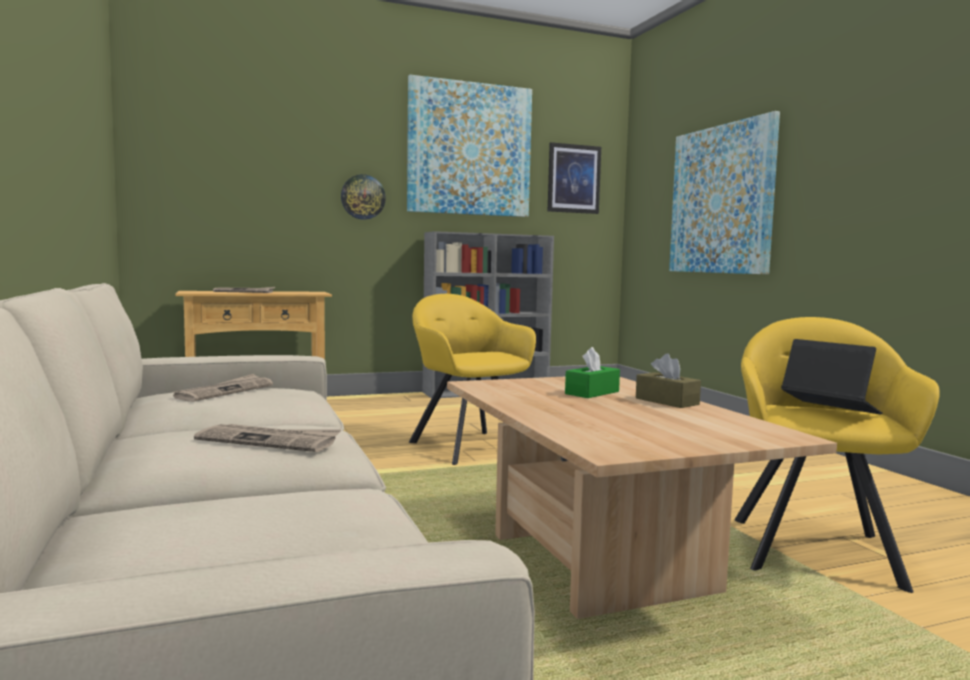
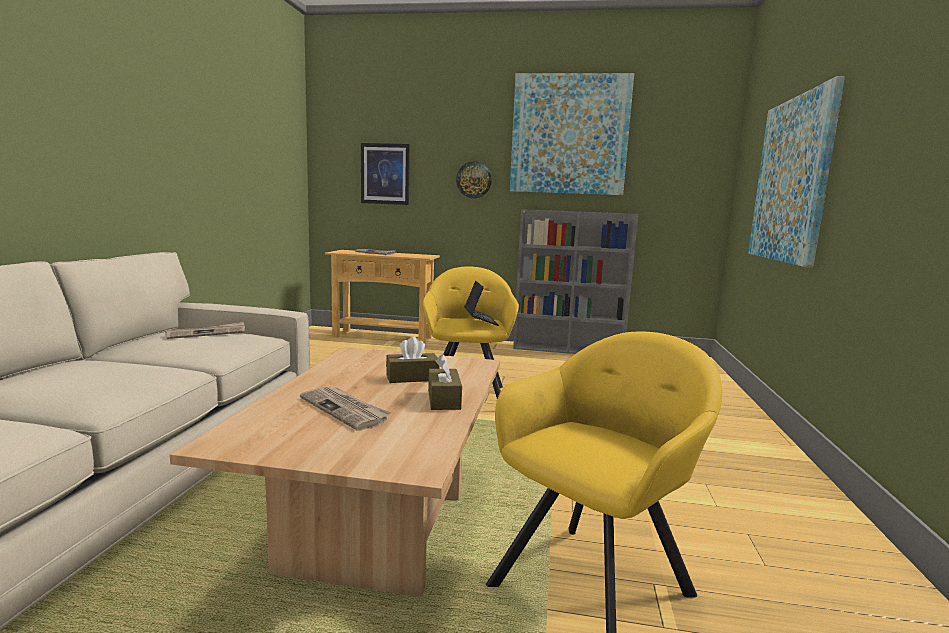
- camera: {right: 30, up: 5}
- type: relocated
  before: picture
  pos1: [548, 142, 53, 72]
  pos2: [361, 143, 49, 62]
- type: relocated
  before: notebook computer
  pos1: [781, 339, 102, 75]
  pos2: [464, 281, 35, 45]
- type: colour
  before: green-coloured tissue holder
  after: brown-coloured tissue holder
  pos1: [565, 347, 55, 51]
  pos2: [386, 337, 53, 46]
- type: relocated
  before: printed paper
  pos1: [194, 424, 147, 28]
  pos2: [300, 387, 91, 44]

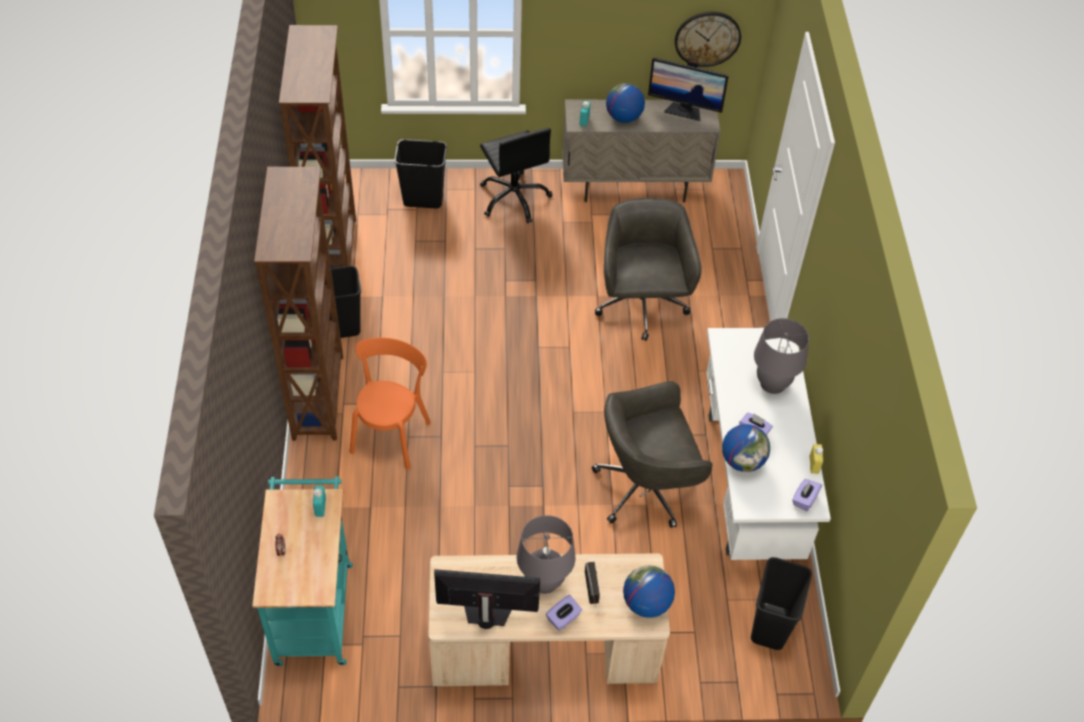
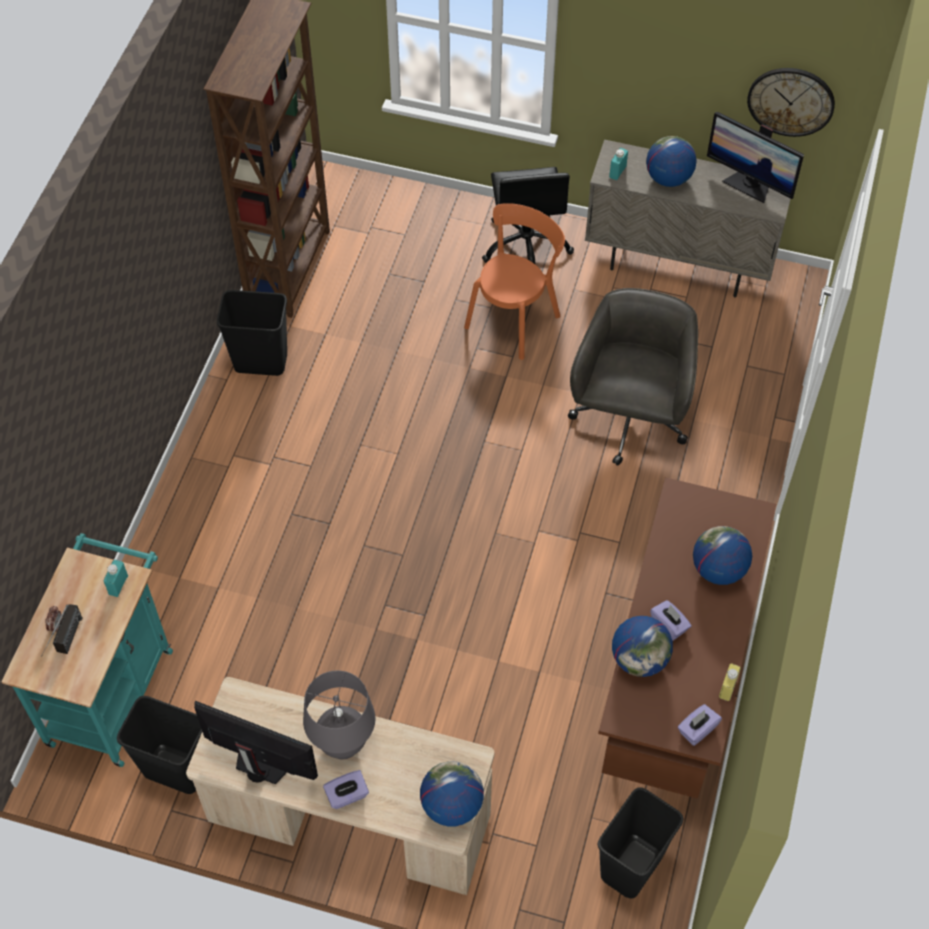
- camera: {right: 20, up: 5}
- type: relocated
  before: blackish rubbish bin
  pos1: [394, 139, 53, 69]
  pos2: [117, 696, 85, 98]
- type: missing
  before: brown-coloured bookcase
  pos1: [254, 167, 89, 274]
- type: exchanged
  before: gray table lamp
  after: desk globe
  pos1: [754, 318, 55, 76]
  pos2: [693, 526, 59, 59]
- type: colour
  before: white desk table
  after: brown-coloured desk table
  pos1: [706, 328, 125, 232]
  pos2: [598, 477, 178, 322]
- type: relocated
  before: orangey upright chair
  pos1: [350, 338, 81, 132]
  pos2: [464, 203, 101, 157]
- type: missing
  before: gray computer chair
  pos1: [592, 381, 120, 147]
- type: relocated
  before: radio set
  pos1: [585, 562, 15, 45]
  pos2: [41, 604, 42, 52]

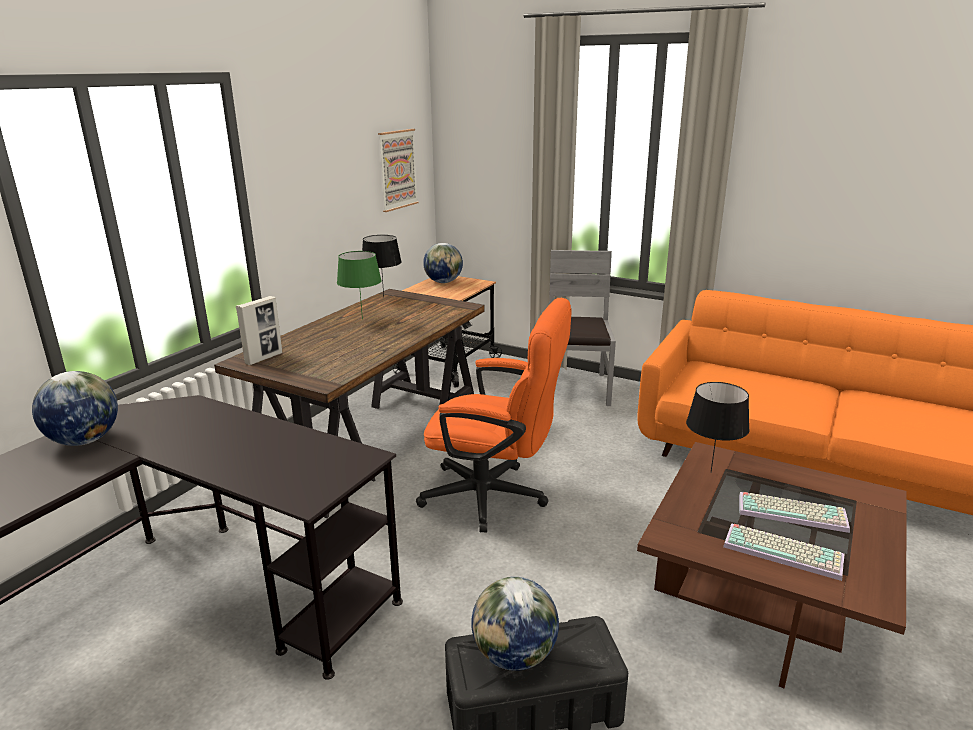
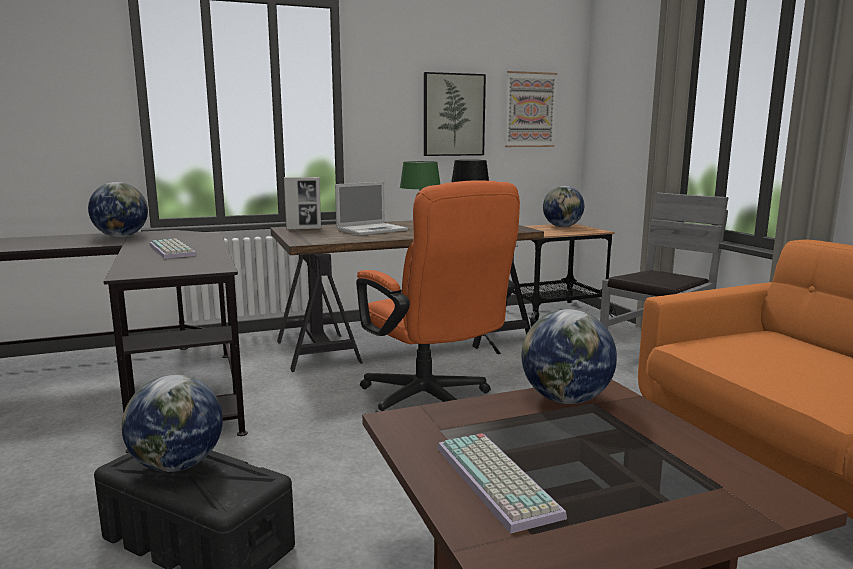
- camera: {right: 40, up: -10}
- type: exchanged
  before: blackish table lamp
  after: desk globe
  pos1: [686, 382, 64, 90]
  pos2: [522, 309, 95, 95]
- type: relocated
  before: keyboard
  pos1: [739, 492, 111, 41]
  pos2: [149, 238, 48, 21]
- type: appeared
  after: picture
  pos2: [424, 72, 62, 84]
- type: appeared
  after: notebook computer
  pos2: [335, 182, 73, 53]

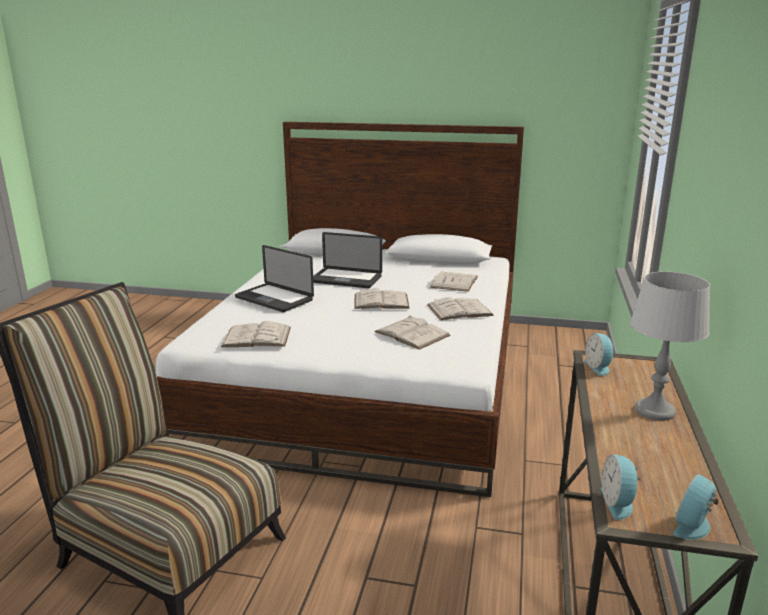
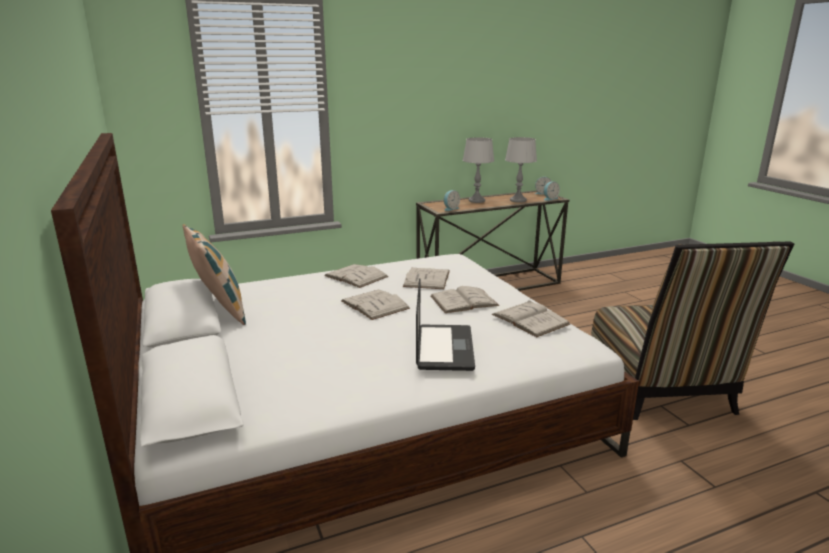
- camera: {right: -125, up: 0}
- type: missing
  before: notebook computer
  pos1: [313, 232, 69, 56]
- type: relocated
  before: white bound book
  pos1: [430, 272, 48, 20]
  pos2: [431, 286, 68, 27]
- type: appeared
  after: gray table lamp
  pos2: [505, 137, 32, 66]
- type: appeared
  after: pillow
  pos2: [182, 224, 64, 101]

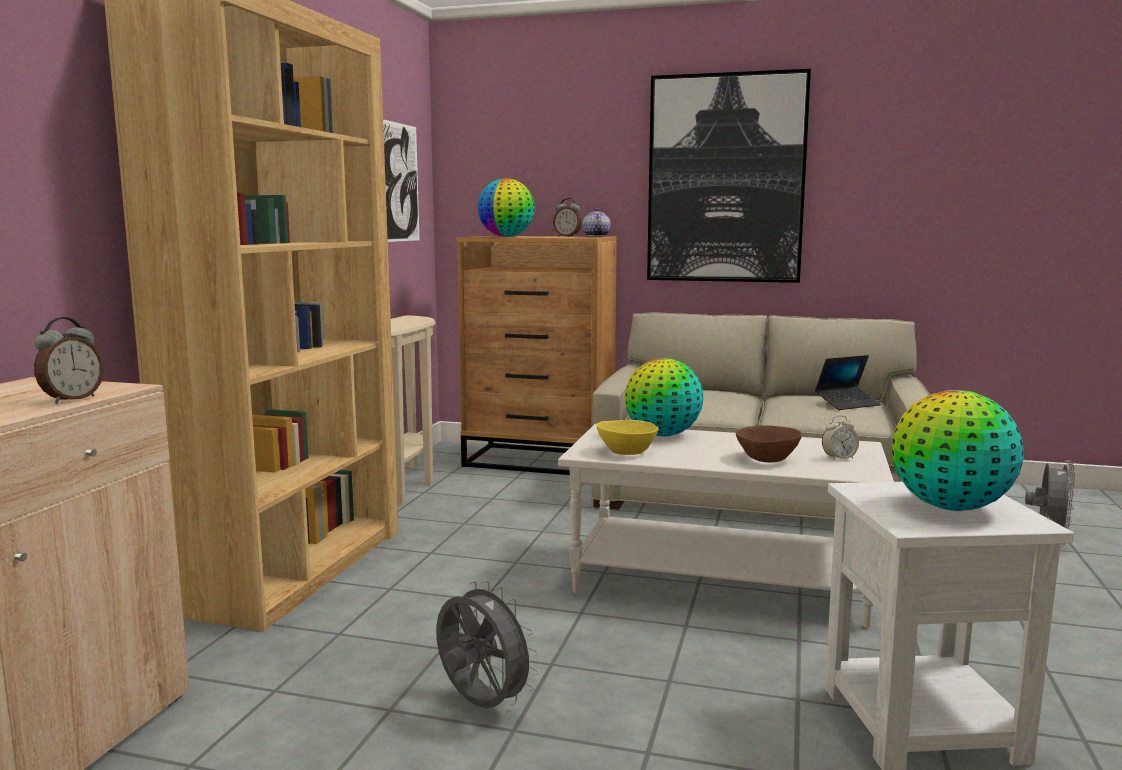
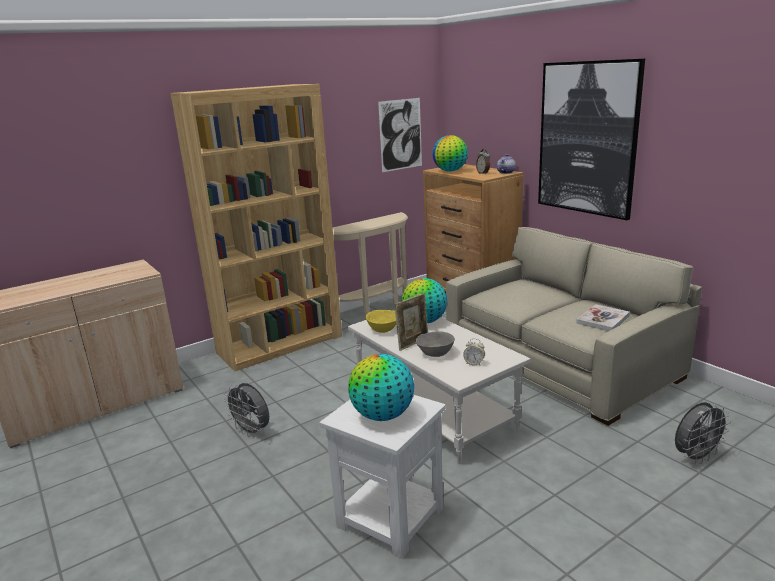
- camera: {right: 40, up: 10}
- type: missing
  before: table clock
  pos1: [34, 317, 70, 87]
- type: exchanged
  before: notebook computer
  after: bound book
  pos1: [815, 355, 66, 55]
  pos2: [576, 304, 54, 27]
- type: colour
  before: brown-coloured deep dish
  after: gray deep dish
  pos1: [736, 425, 66, 37]
  pos2: [416, 331, 39, 26]
- type: spun
  before: gray cooling fan
  pos1: [436, 580, 103, 128]
  pos2: [223, 383, 46, 54]
  turn: 135
- type: appeared
  after: picture frame
  pos2: [395, 293, 33, 58]

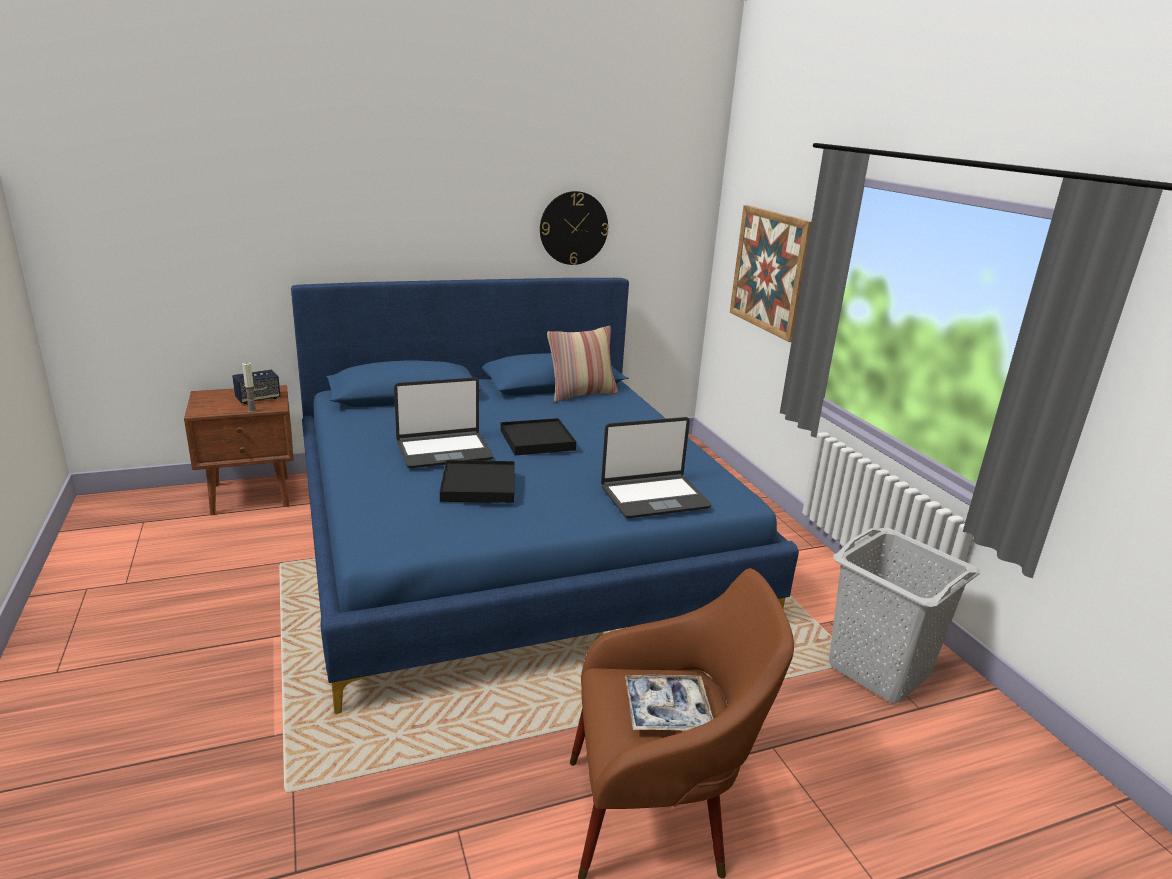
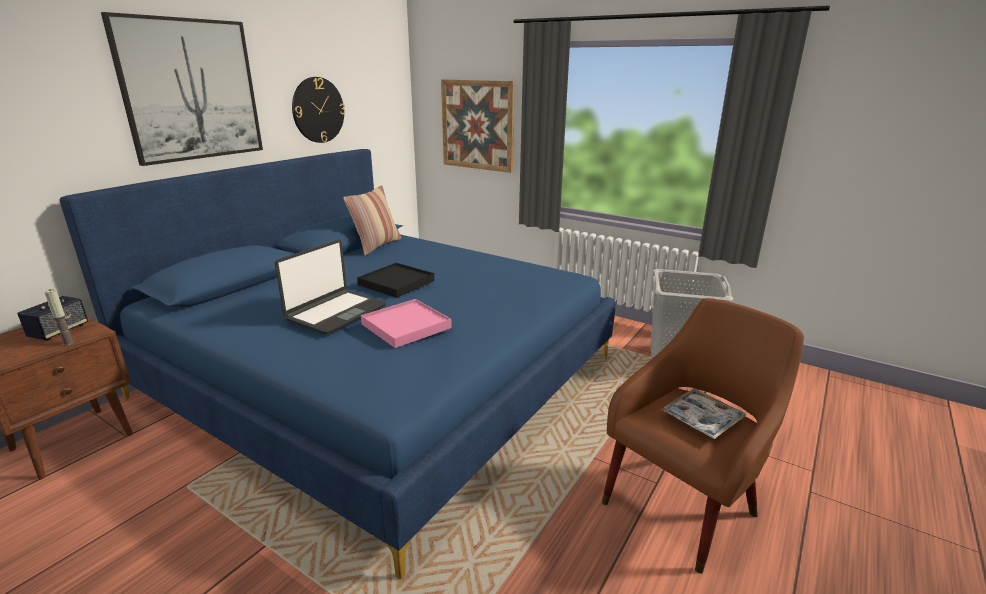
- camera: {right: -35, up: 0}
- type: missing
  before: notebook computer
  pos1: [601, 417, 111, 101]
- type: colour
  before: blackish serving tray
  after: pink serving tray
  pos1: [440, 460, 75, 43]
  pos2: [361, 299, 91, 49]
- type: appeared
  after: picture
  pos2: [101, 12, 162, 154]

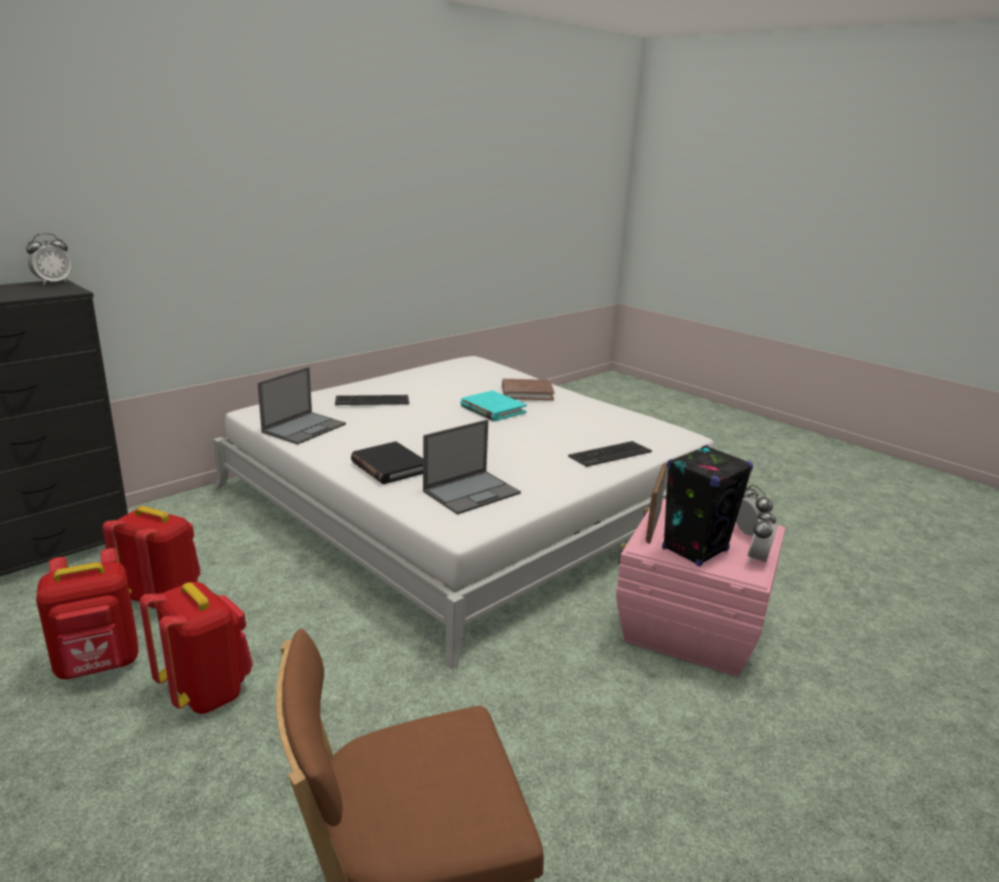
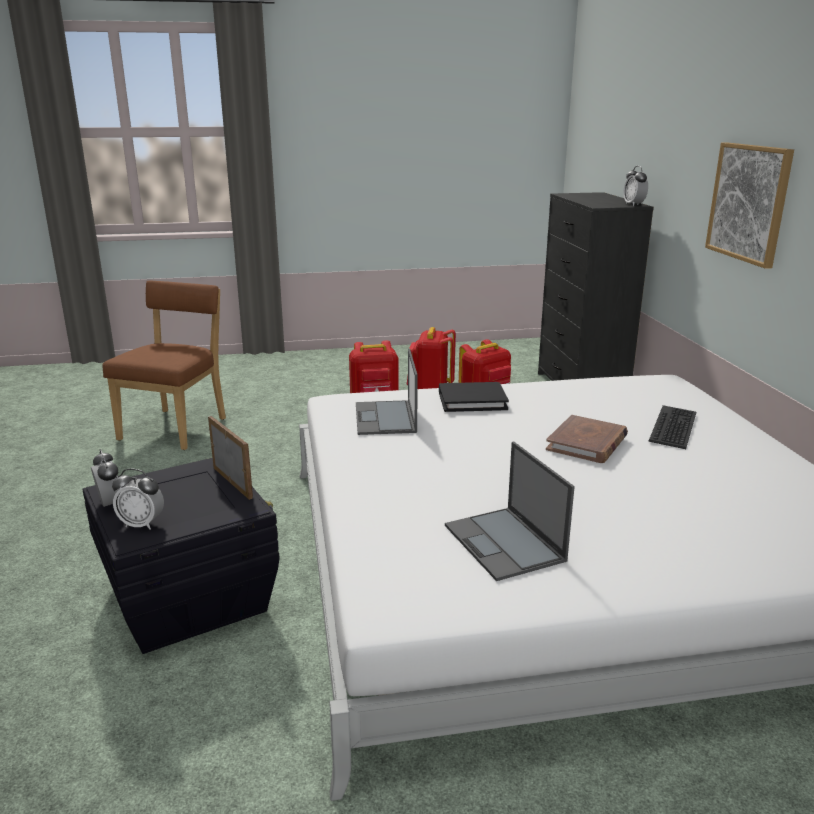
- camera: {right: 125, up: 0}
- type: relocated
  before: notebook computer
  pos1: [258, 367, 88, 78]
  pos2: [445, 442, 130, 139]
- type: relocated
  before: brown-coloured bound book
  pos1: [502, 379, 53, 21]
  pos2: [546, 415, 82, 48]
- type: missing
  before: turquoise-coloured bound book
  pos1: [460, 390, 67, 31]
- type: missing
  before: keyboard
  pos1: [568, 441, 84, 26]
- type: missing
  before: blackish audio speaker
  pos1: [662, 445, 91, 122]
- type: colour
  before: pink storage bin
  after: blackish storage bin
  pos1: [616, 499, 169, 178]
  pos2: [82, 458, 198, 196]
- type: appeared
  after: picture
  pos2: [705, 142, 89, 127]

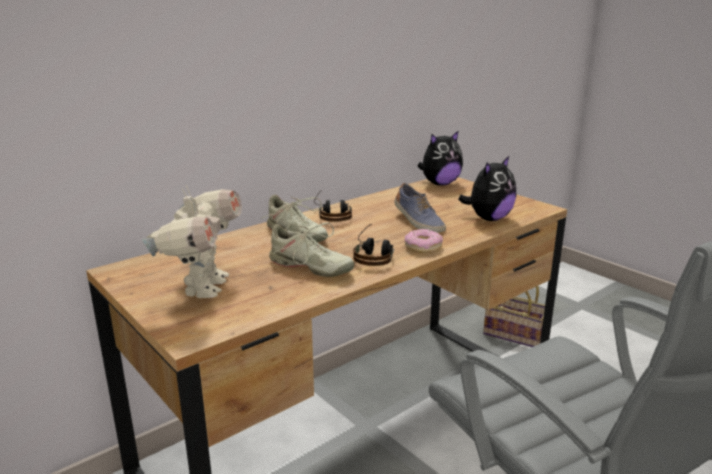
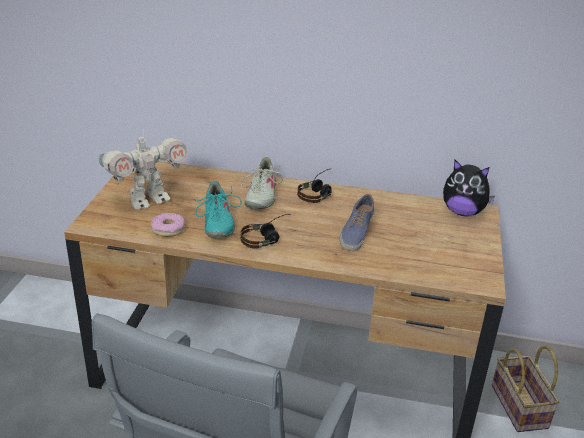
- camera: {right: 50, up: 10}
- type: missing
  before: cuddly toy
  pos1: [458, 156, 58, 65]
- type: colour
  before: beige-coloured shoe
  after: turquoise-coloured shoe
  pos1: [269, 222, 85, 55]
  pos2: [190, 180, 52, 58]
- type: relocated
  before: donut
  pos1: [405, 229, 38, 24]
  pos2: [151, 213, 34, 24]

